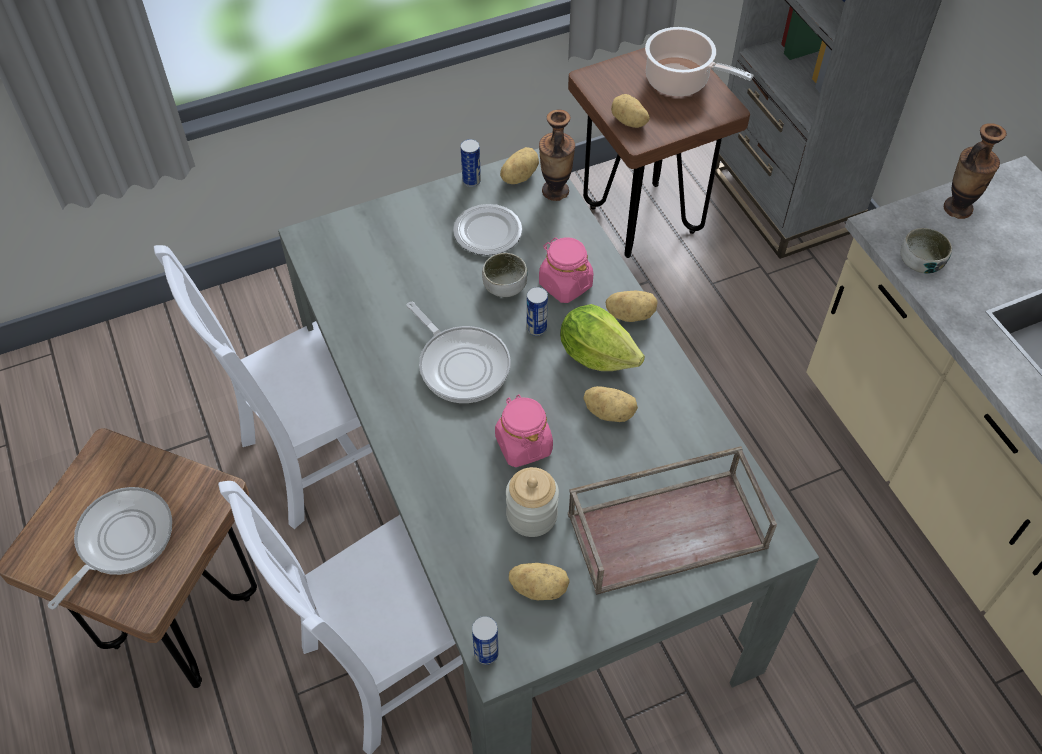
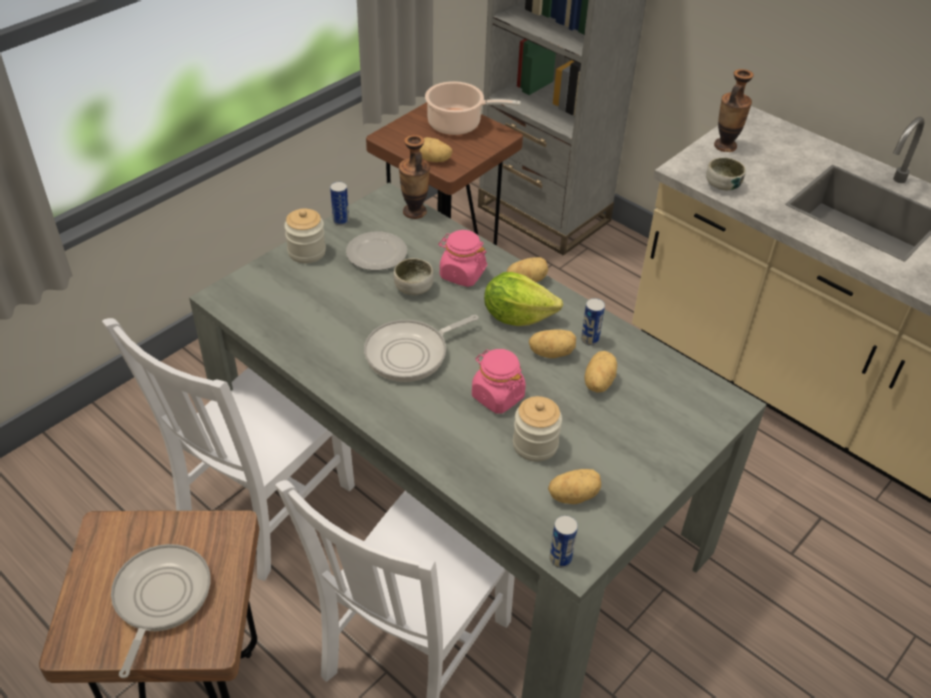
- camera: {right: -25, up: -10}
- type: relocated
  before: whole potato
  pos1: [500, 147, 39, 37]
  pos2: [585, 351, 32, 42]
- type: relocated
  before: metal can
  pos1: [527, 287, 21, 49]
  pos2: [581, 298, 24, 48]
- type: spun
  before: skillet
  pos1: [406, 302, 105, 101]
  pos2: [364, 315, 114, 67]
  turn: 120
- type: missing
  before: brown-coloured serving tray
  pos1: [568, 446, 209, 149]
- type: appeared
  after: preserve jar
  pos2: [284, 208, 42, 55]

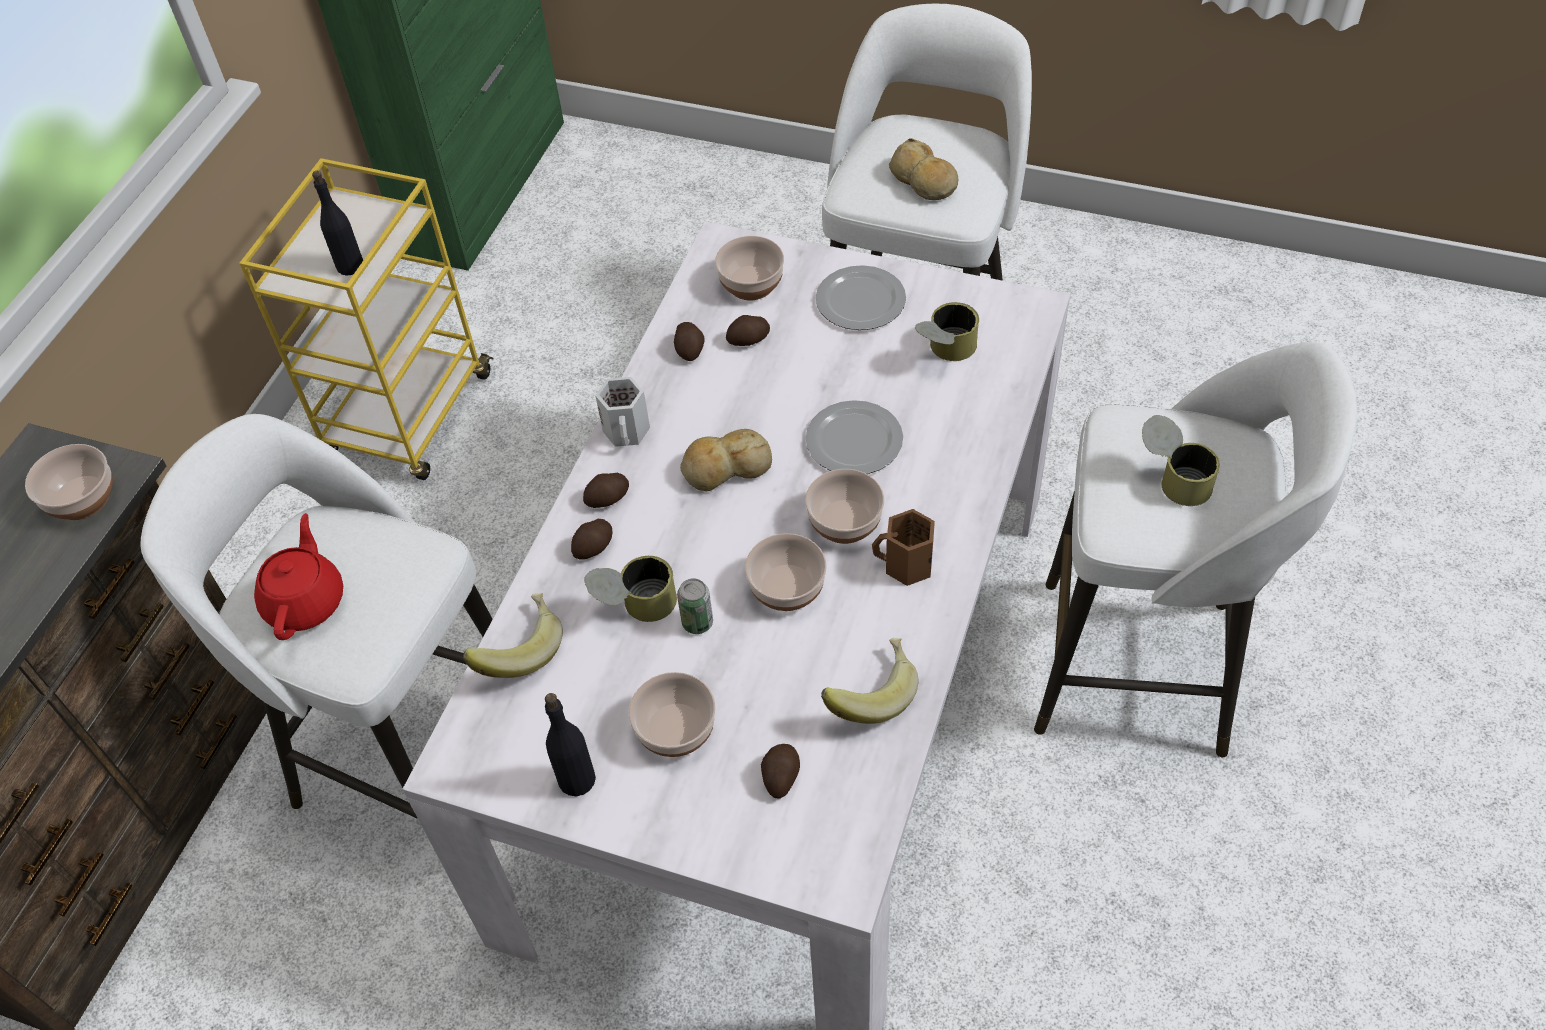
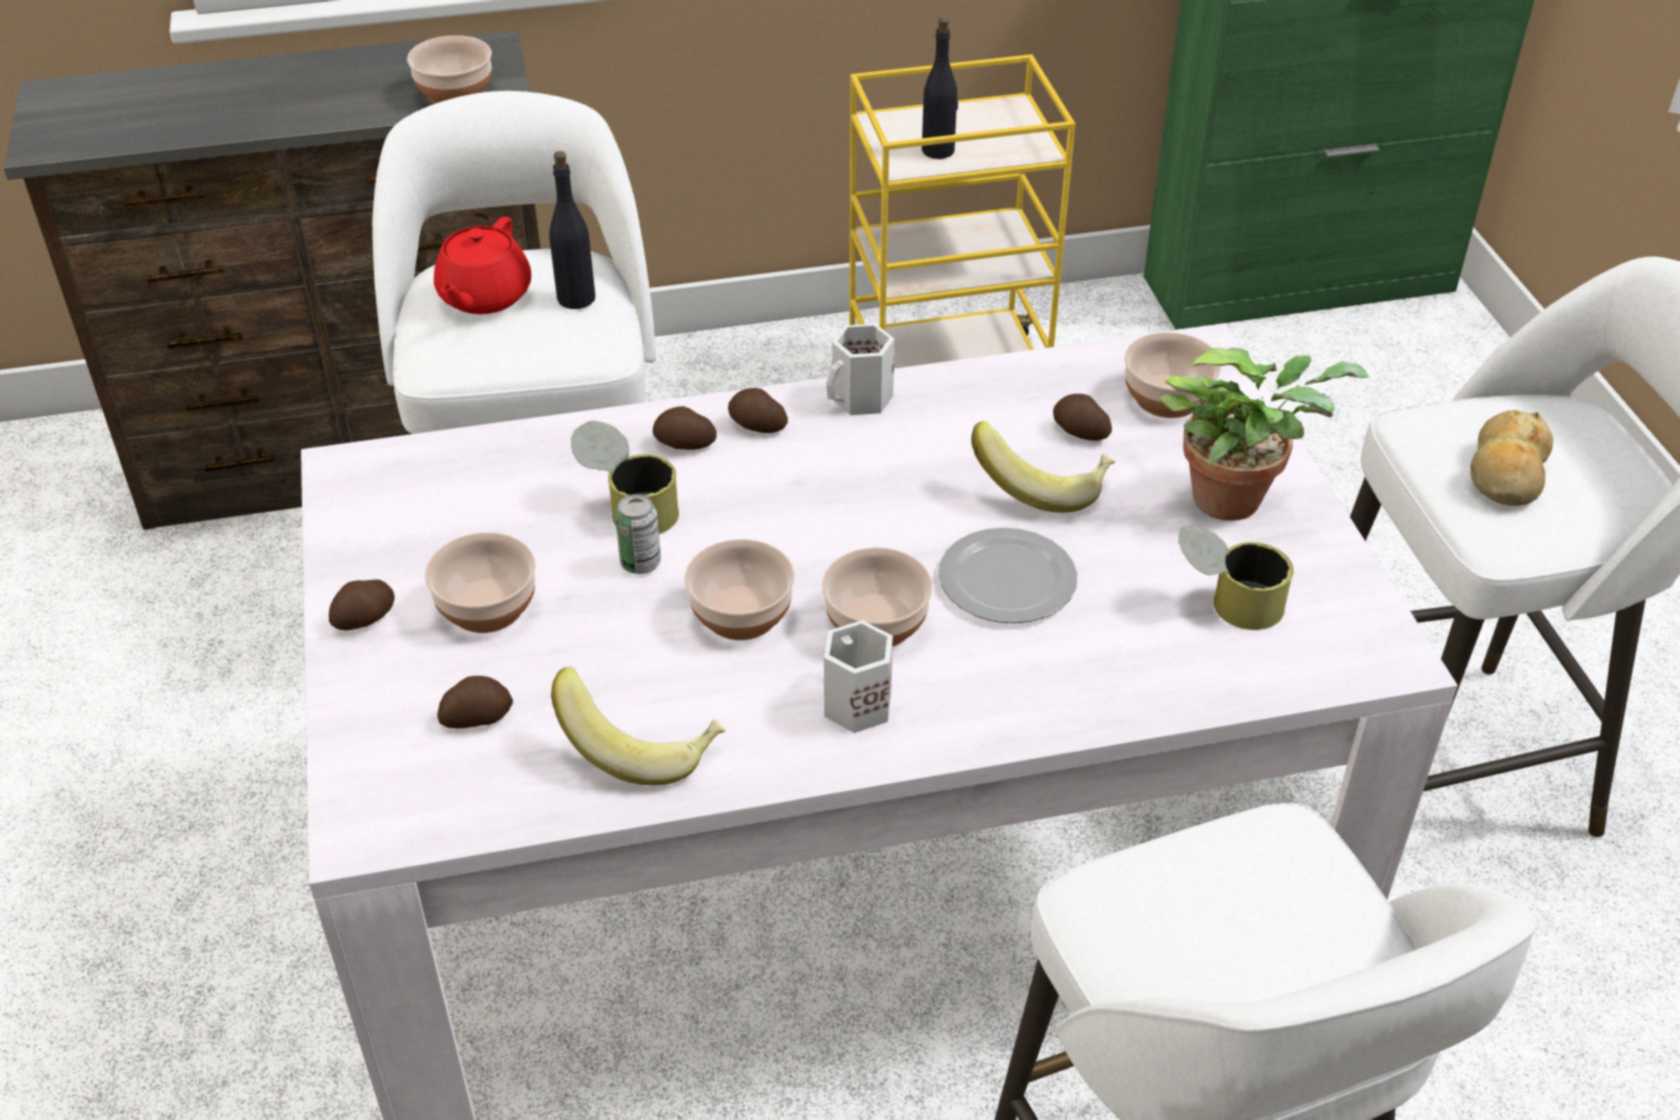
- camera: {right: 55, up: -10}
- type: exchanged
  before: dinner plate
  after: plant in a pot
  pos1: [816, 265, 90, 65]
  pos2: [1159, 347, 211, 174]
- type: relocated
  before: whole potato
  pos1: [674, 322, 31, 39]
  pos2: [329, 579, 66, 51]
- type: missing
  before: metal can
  pos1: [1142, 415, 78, 91]
- type: missing
  before: baked bread
  pos1: [680, 429, 92, 62]
- type: colour
  before: brown-coloured mug
  after: white mug
  pos1: [872, 509, 63, 77]
  pos2: [824, 620, 69, 113]
- type: spun
  before: red tea pot
  pos1: [254, 513, 89, 127]
  pos2: [434, 217, 97, 97]
  turn: 135
- type: relocated
  before: banana fruit
  pos1: [463, 593, 100, 85]
  pos2: [971, 421, 144, 92]
- type: relocated
  before: blackish bottle
  pos1: [545, 693, 51, 103]
  pos2: [549, 151, 46, 158]

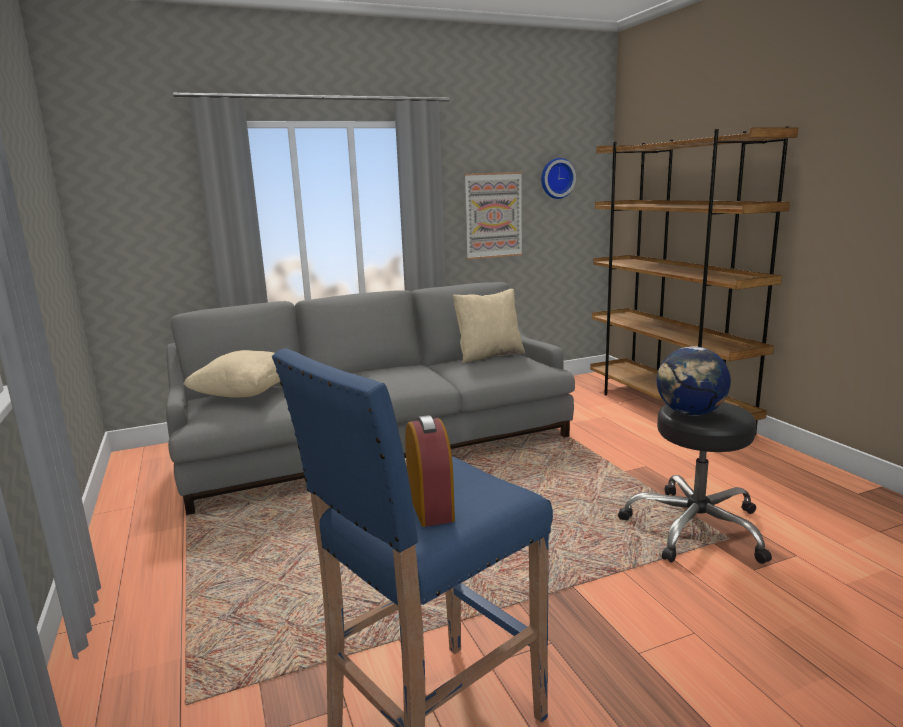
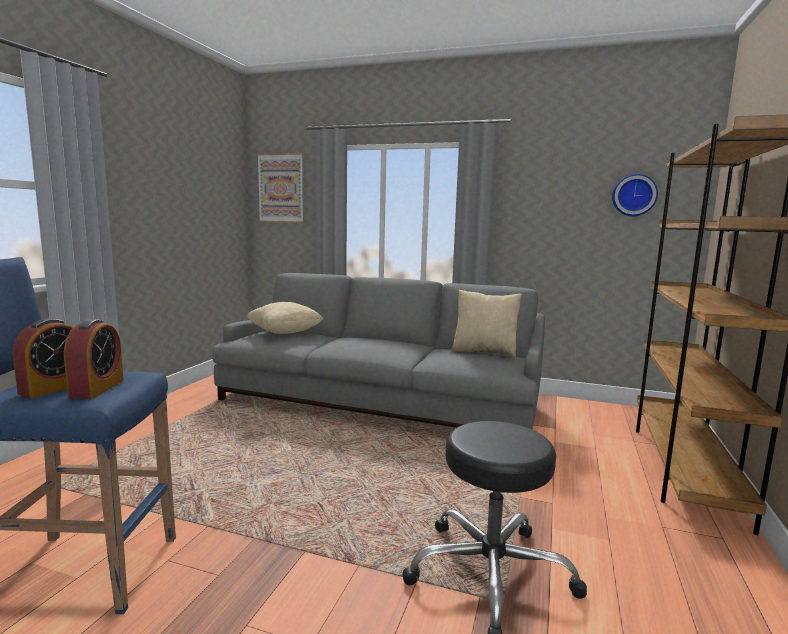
- camera: {right: 40, up: -5}
- type: relocated
  before: picture
  pos1: [465, 172, 57, 88]
  pos2: [257, 153, 47, 70]
- type: missing
  before: desk globe
  pos1: [657, 346, 74, 70]
- type: appeared
  after: table clock
  pos2: [64, 319, 60, 80]

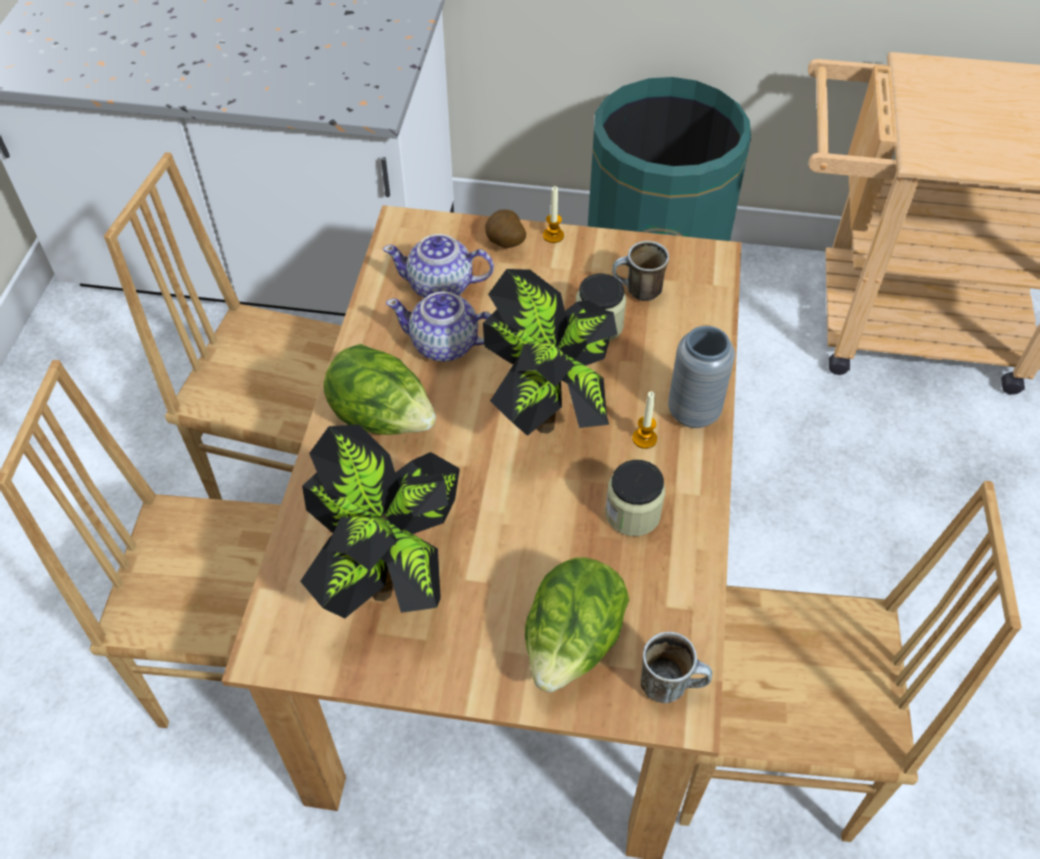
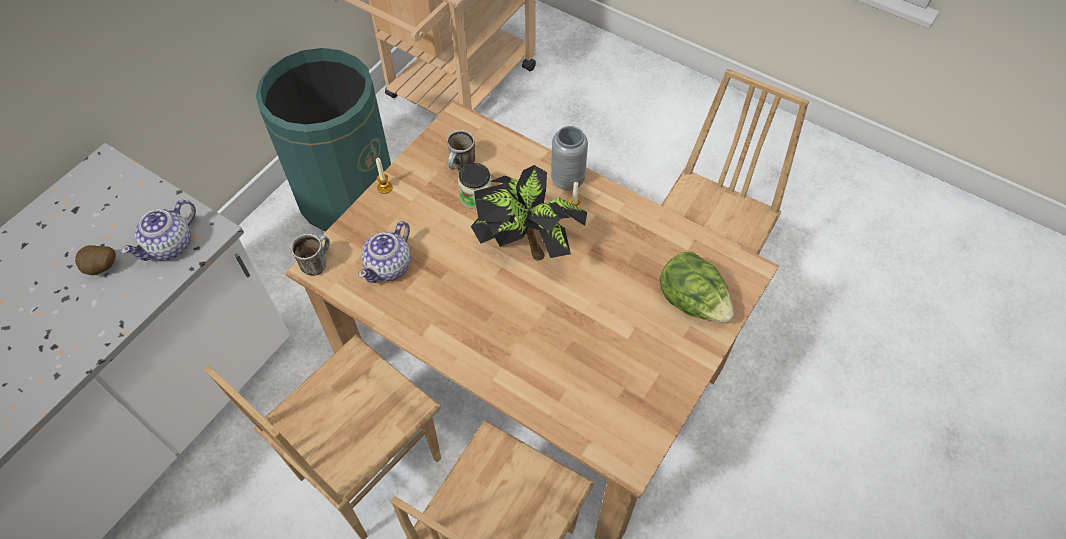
- camera: {right: -65, up: 5}
- type: relocated
  before: whole potato
  pos1: [485, 209, 41, 39]
  pos2: [75, 245, 41, 30]
- type: relocated
  before: tea pot
  pos1: [386, 291, 105, 71]
  pos2: [121, 200, 75, 61]
- type: missing
  before: head of lettuce
  pos1: [323, 344, 113, 91]
- type: missing
  before: plant in a pot
  pos1: [300, 424, 160, 194]
- type: missing
  before: preserve jar
  pos1: [605, 460, 60, 76]
- type: relocated
  before: mug
  pos1: [640, 631, 72, 72]
  pos2: [291, 234, 39, 42]

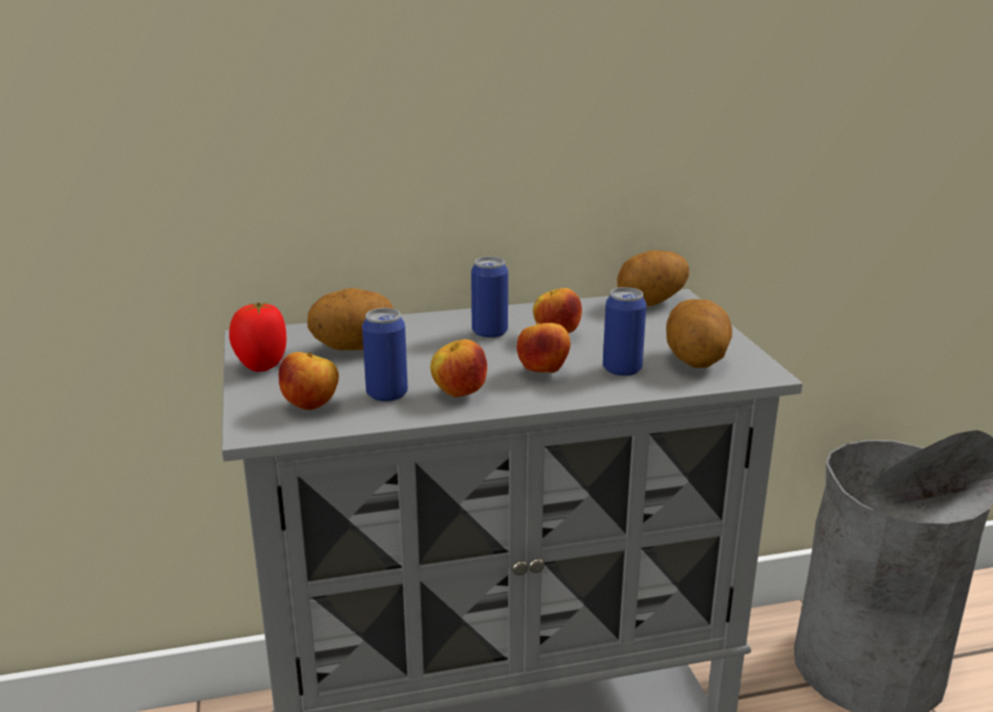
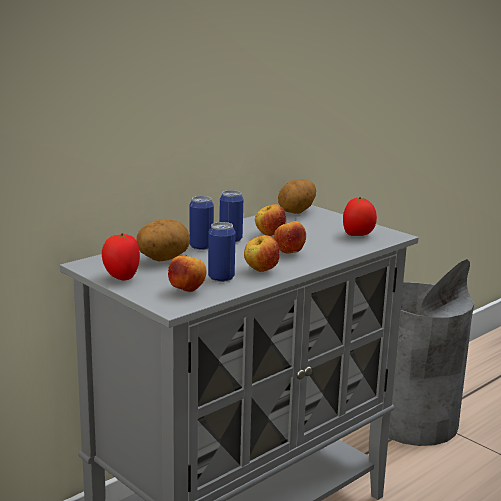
- camera: {right: -30, up: -5}
- type: relocated
  before: metal can
  pos1: [603, 287, 43, 90]
  pos2: [189, 196, 25, 54]
- type: exchanged
  before: whole potato
  after: whole tomato
  pos1: [666, 299, 66, 69]
  pos2: [343, 197, 34, 39]

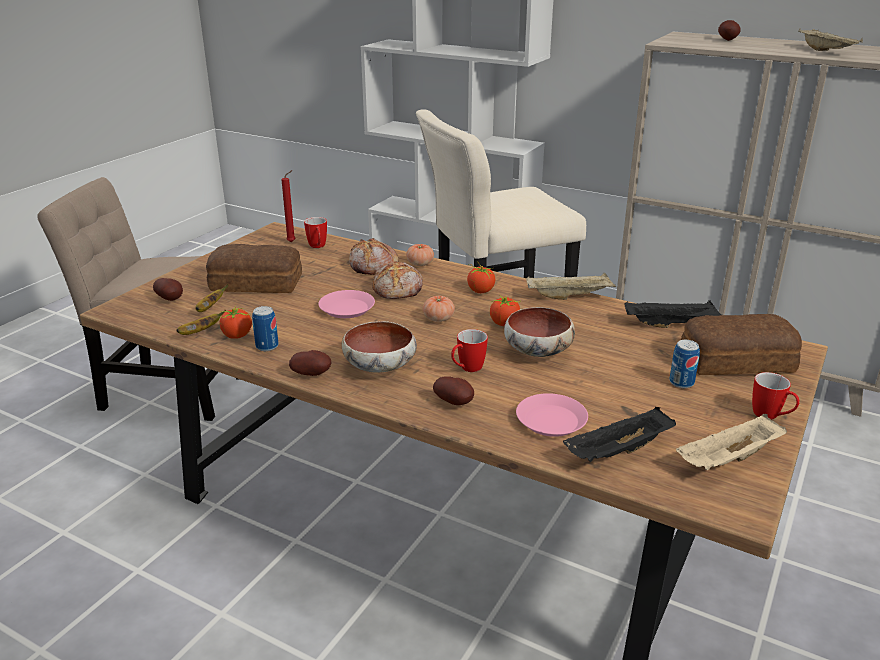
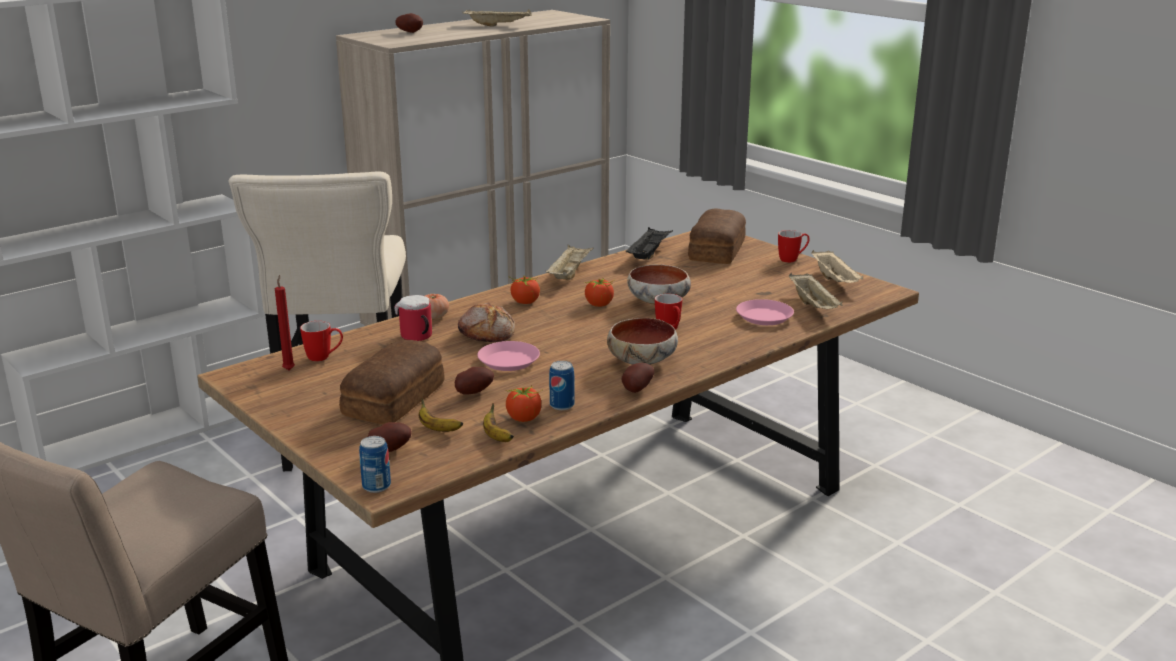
- camera: {right: -70, up: -5}
- type: exchanged
  before: baked bread
  after: mug
  pos1: [349, 238, 50, 37]
  pos2: [394, 295, 38, 46]
- type: missing
  before: whole tomato
  pos1: [423, 296, 32, 26]
- type: relocated
  before: metal can
  pos1: [669, 340, 31, 48]
  pos2: [359, 436, 32, 57]
- type: relocated
  before: whole potato
  pos1: [433, 376, 41, 29]
  pos2: [455, 367, 39, 28]
- type: colour
  before: blackish serving tray
  after: beige-coloured serving tray
  pos1: [563, 407, 113, 55]
  pos2: [789, 273, 54, 36]

